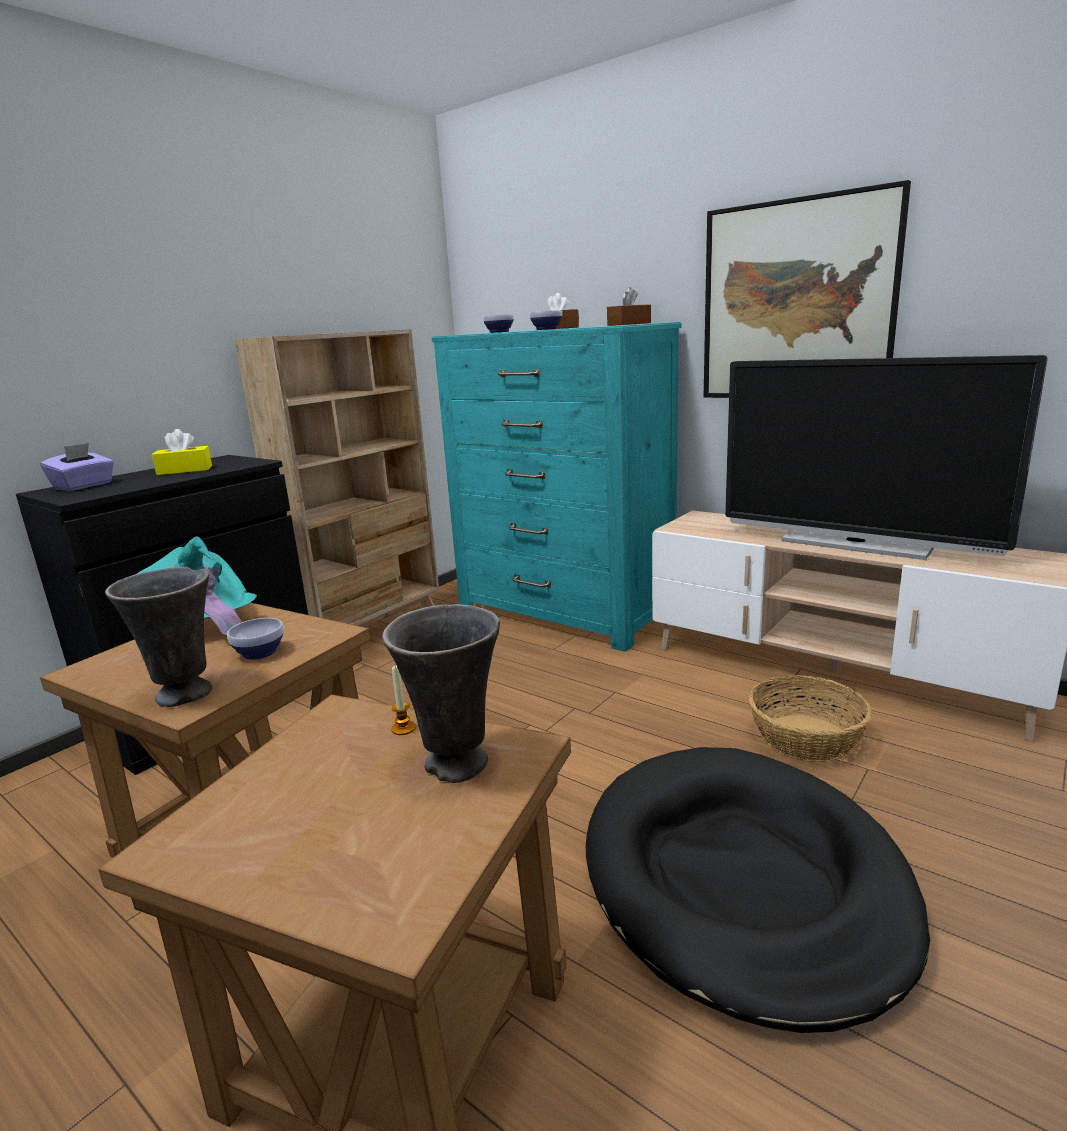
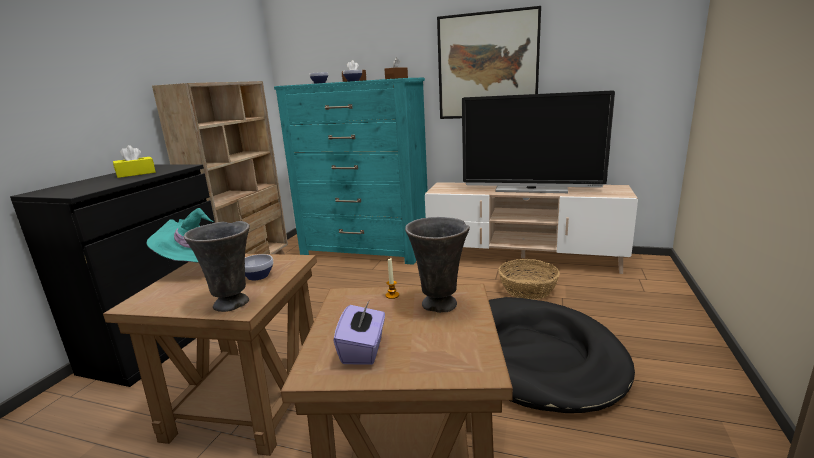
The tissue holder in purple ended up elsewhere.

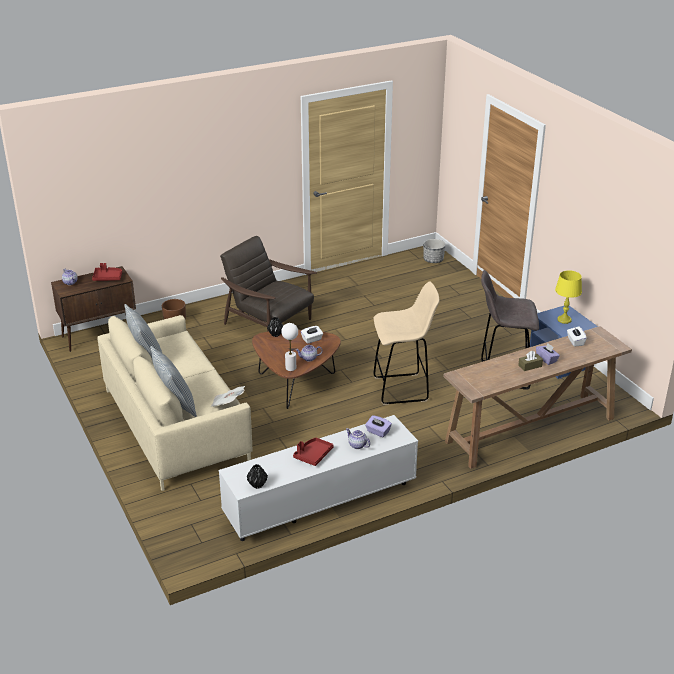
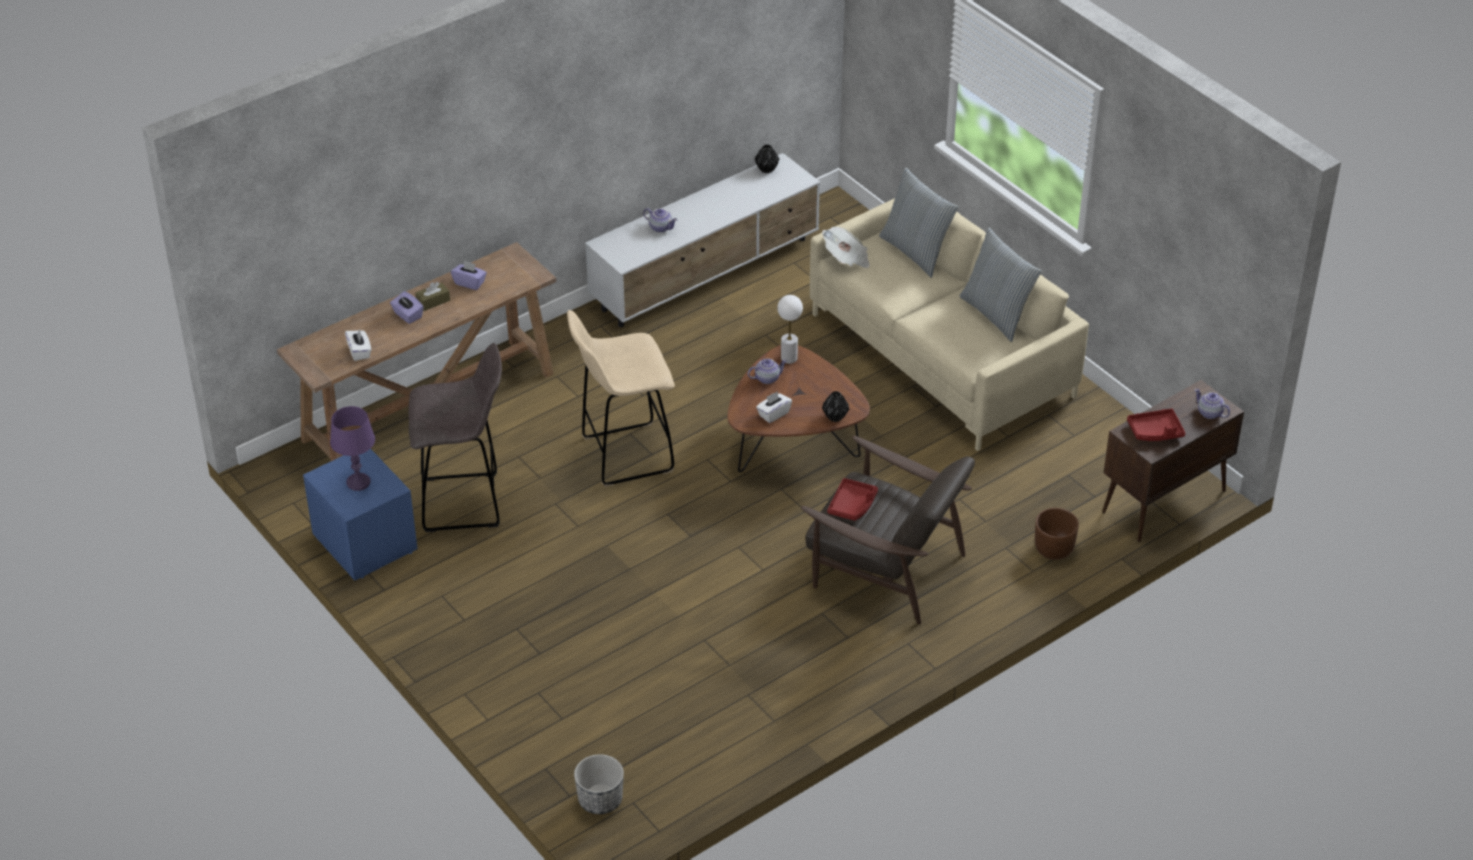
What was the table lamp in yellowish turned into the table lamp in purple.
The tissue holder in purple (1st from left in the first image) ended up elsewhere.
The tray in red (2nd from left in the first image) ended up elsewhere.

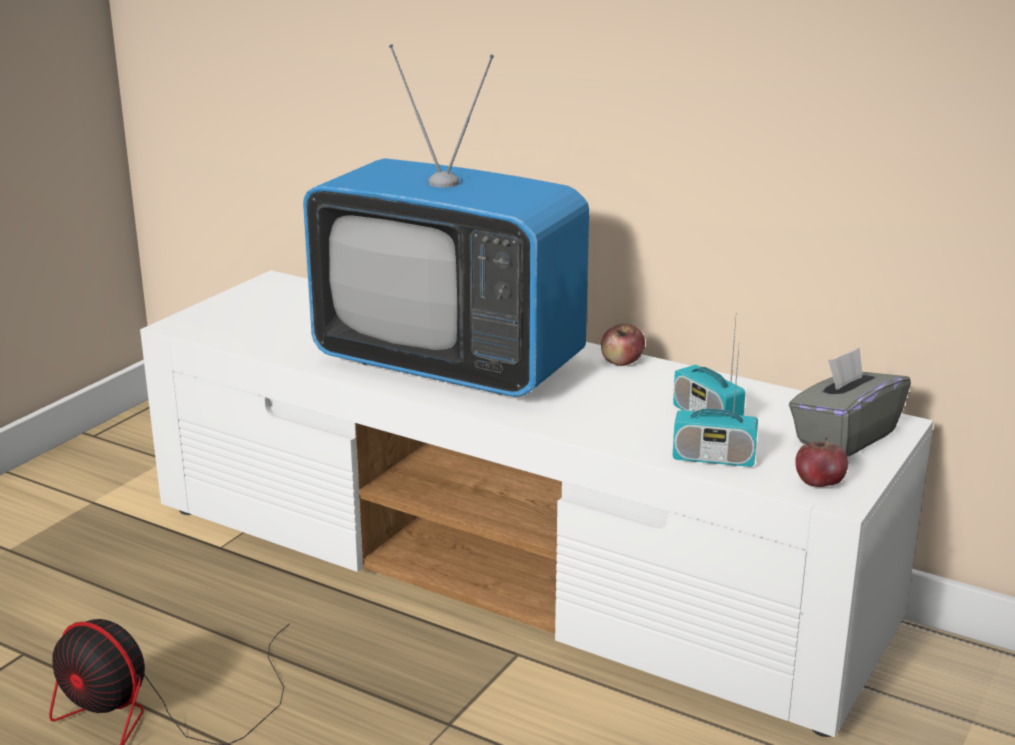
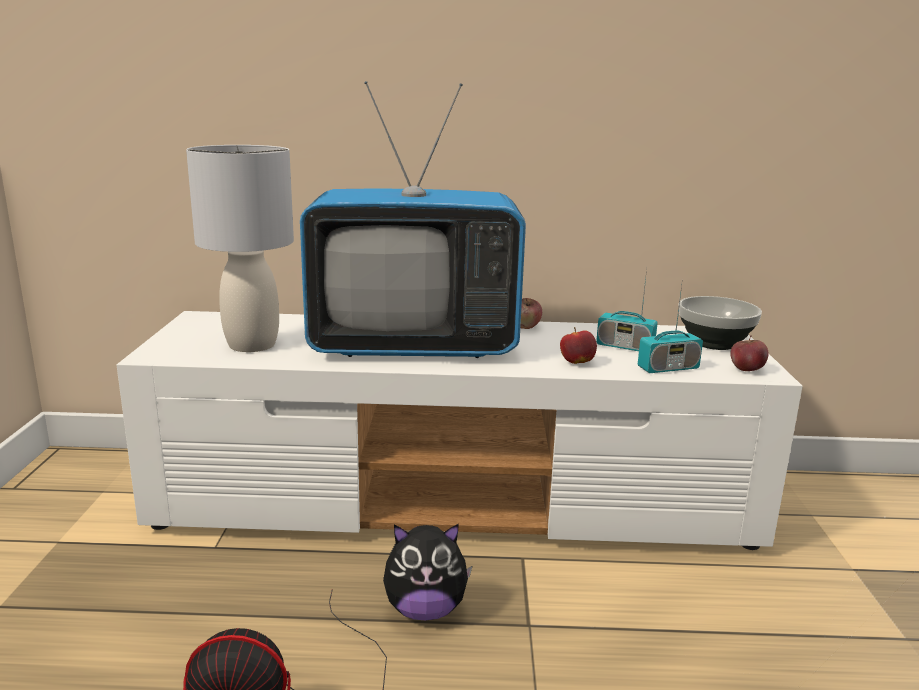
Where the tissue holder in grey stood, the serving bowl came to stand.
The second view gained the table lamp in grey.
The second view gained the whole apple (2nd from left).
The second view gained the soft toy.

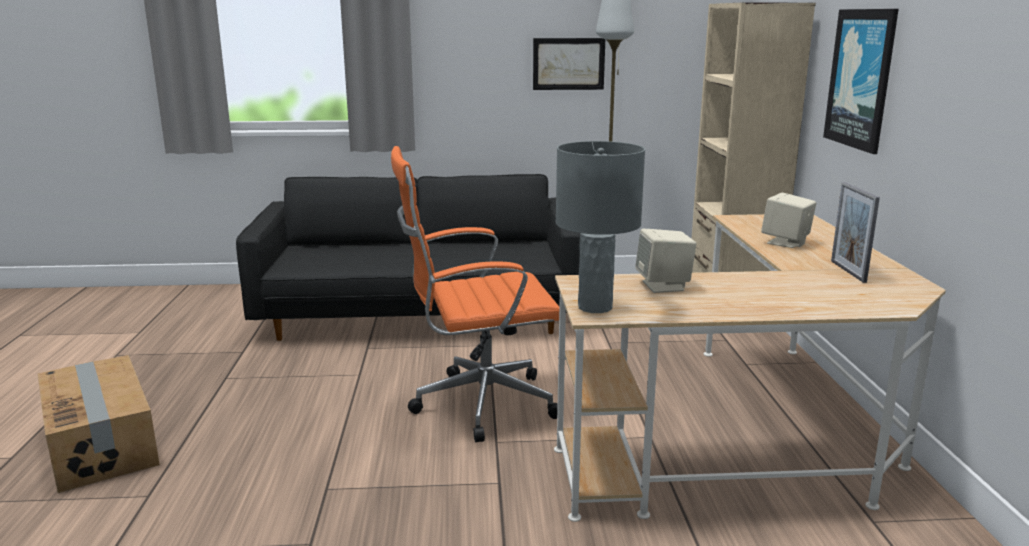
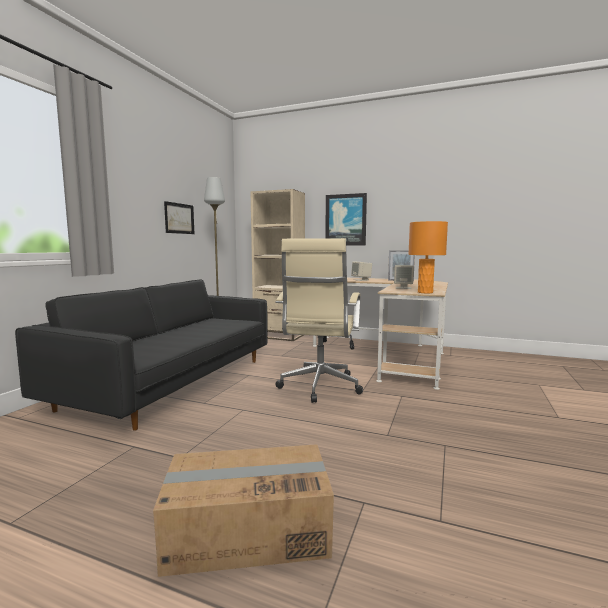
What was the table lamp in grey turned into the table lamp in orange-coloured.
What was the computer chair in orange-coloured turned into the computer chair in sand-coloured.

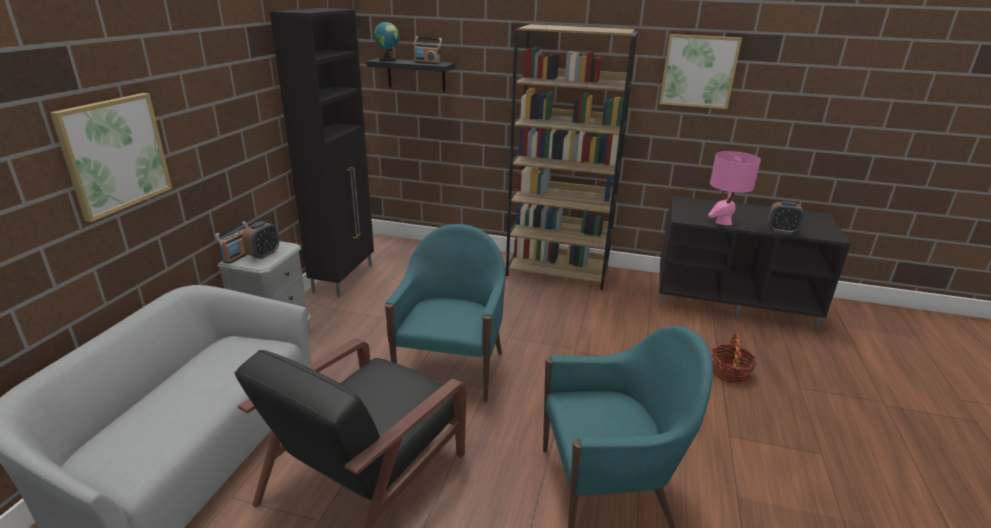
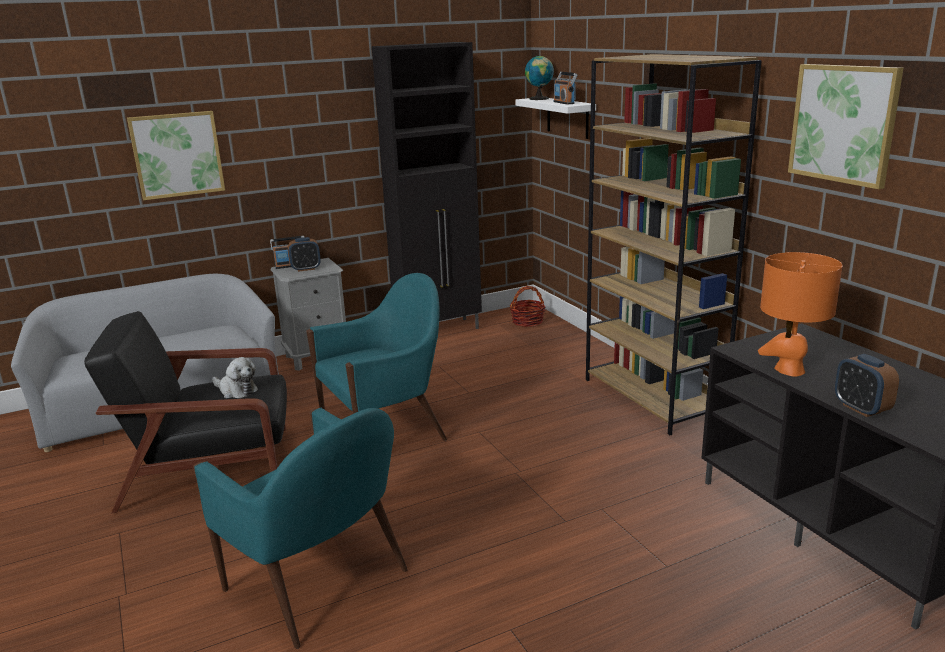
What was the wall shelf in black-coloured turned into the wall shelf in whitish.
What was the table lamp in pink-coloured turned into the table lamp in orange-coloured.
The storage basket ended up elsewhere.
The second view gained the soft toy.

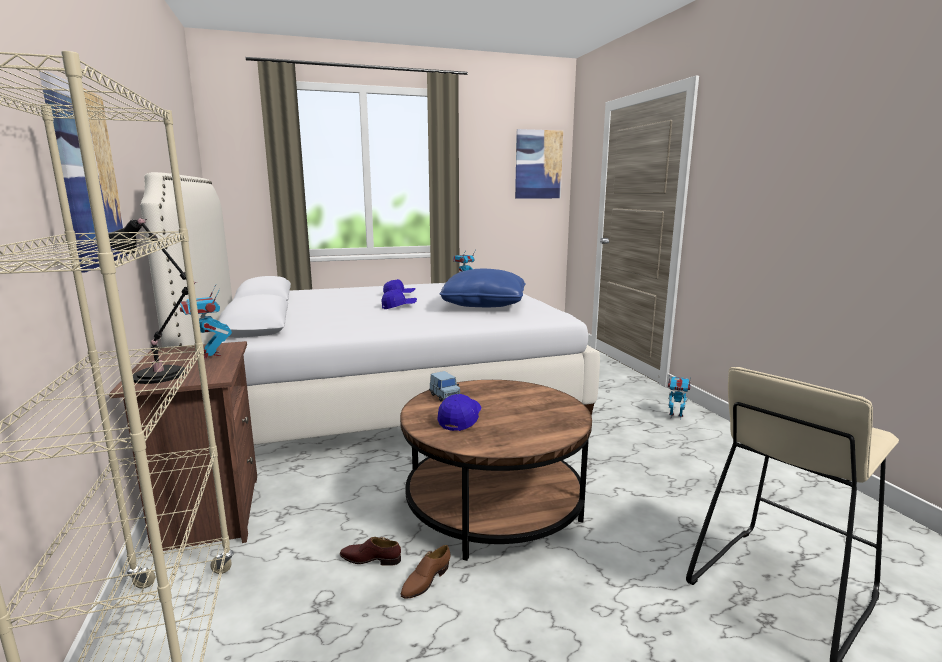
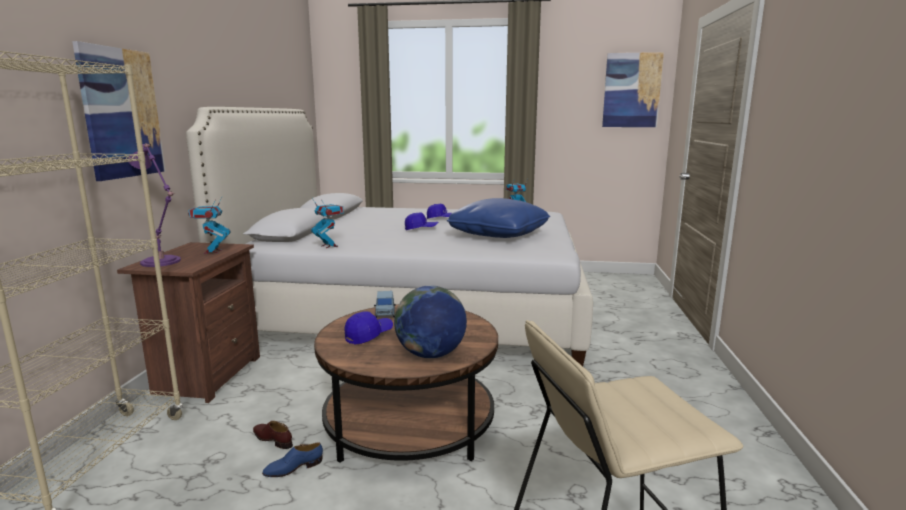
What was the table lamp in black-coloured turned into the table lamp in purple.
The robot figure (3rd from left in the first image) ended up elsewhere.
What was the shoe in brownish (2nd from left) turned into the shoe in bluish.
The second view gained the globe.

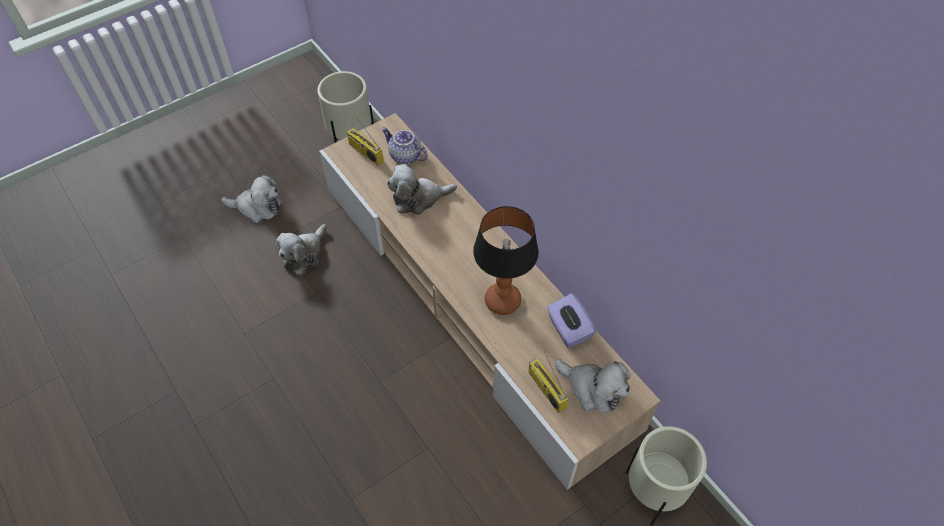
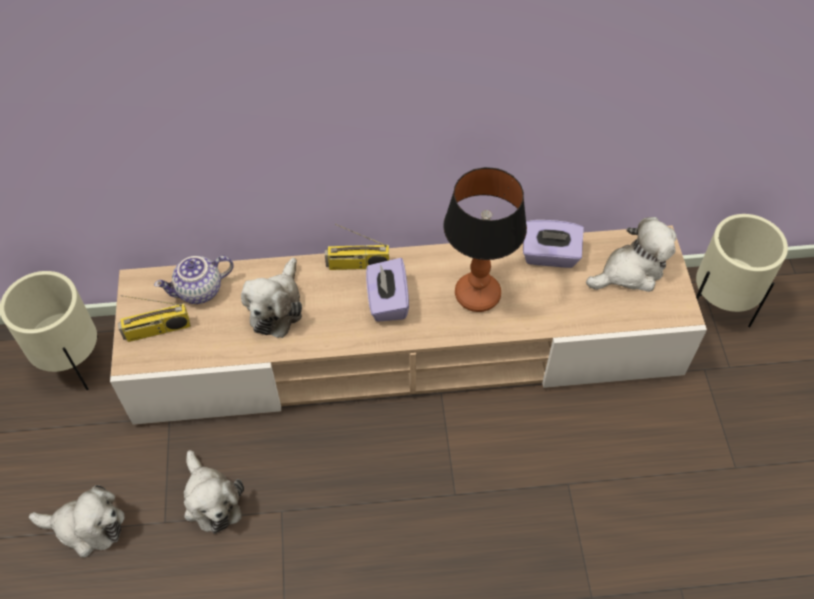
The soft toy (1st from left) ended up facing another way, 60 degrees clockwise from before.
The radio set (2nd from left) ended up elsewhere.
The second view gained the tissue holder in purple (1st from left).

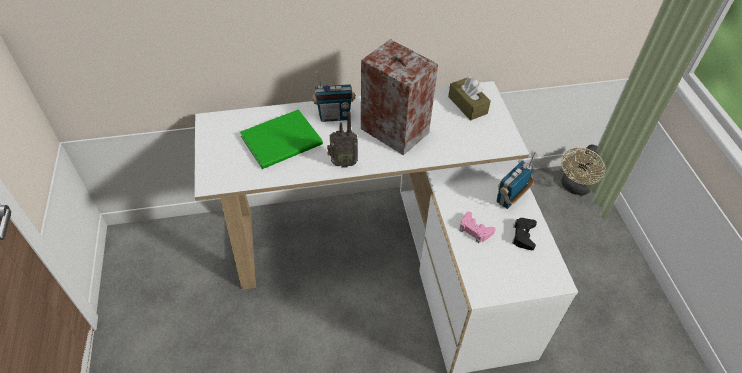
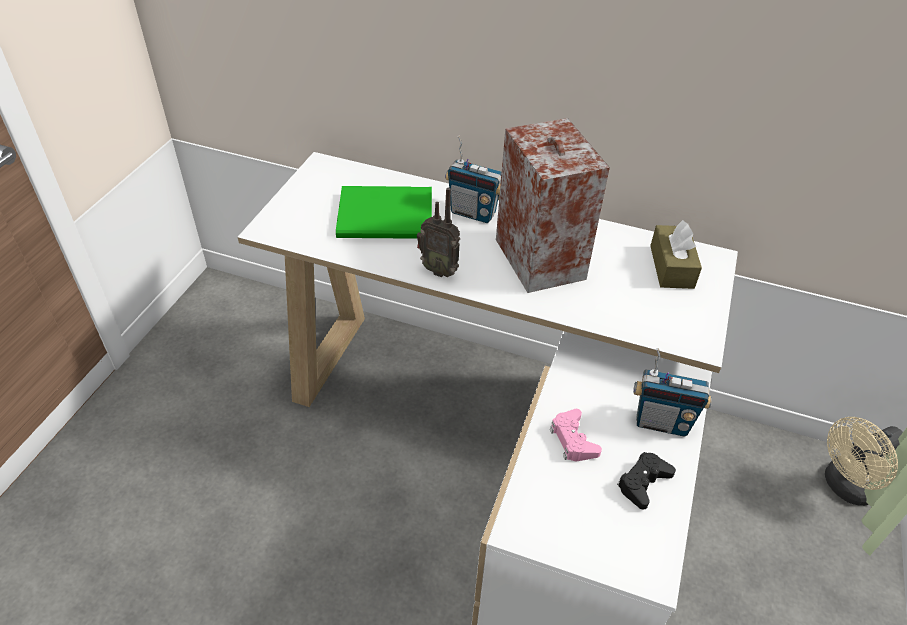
The radio set (3rd from left) ended up facing another way, 150 degrees counterclockwise from before.

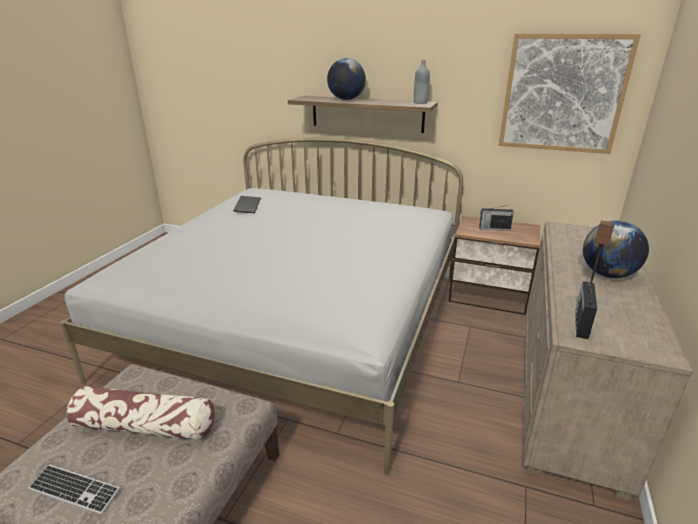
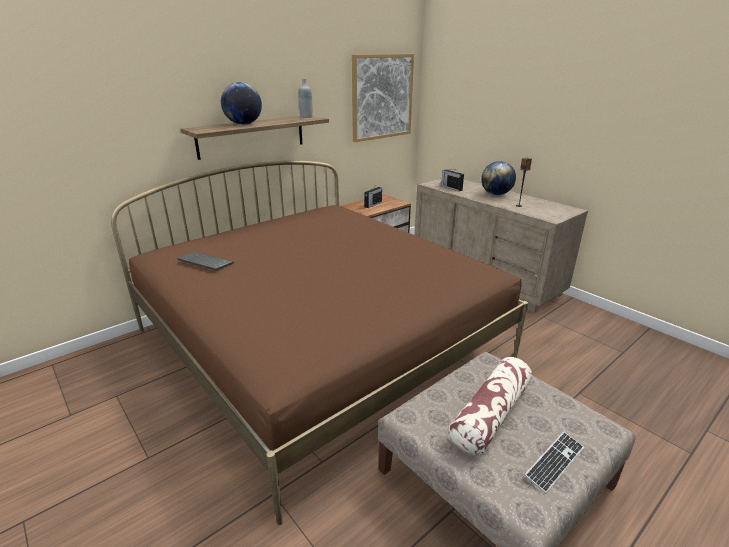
What was the bed in whitish turned into the bed in brownish.
The radio set (2nd from left) ended up elsewhere.

